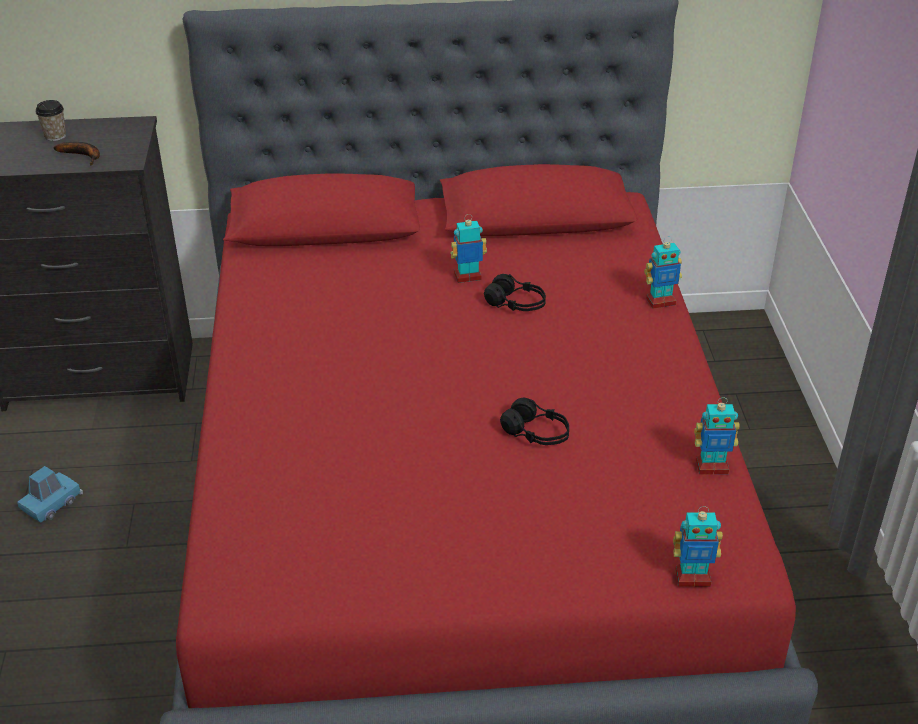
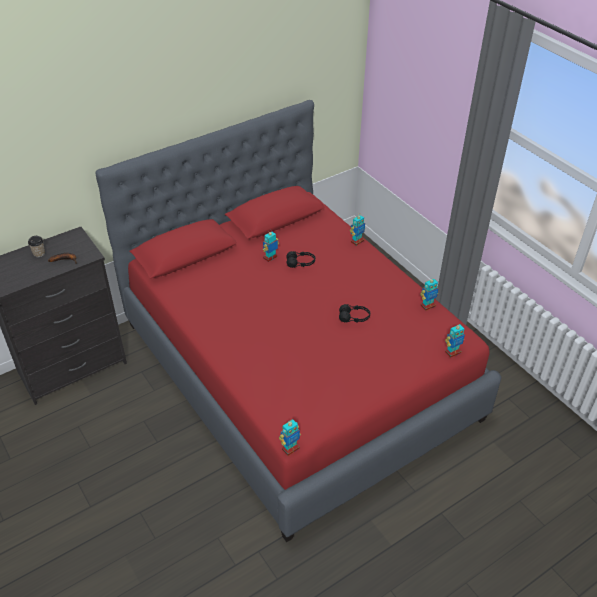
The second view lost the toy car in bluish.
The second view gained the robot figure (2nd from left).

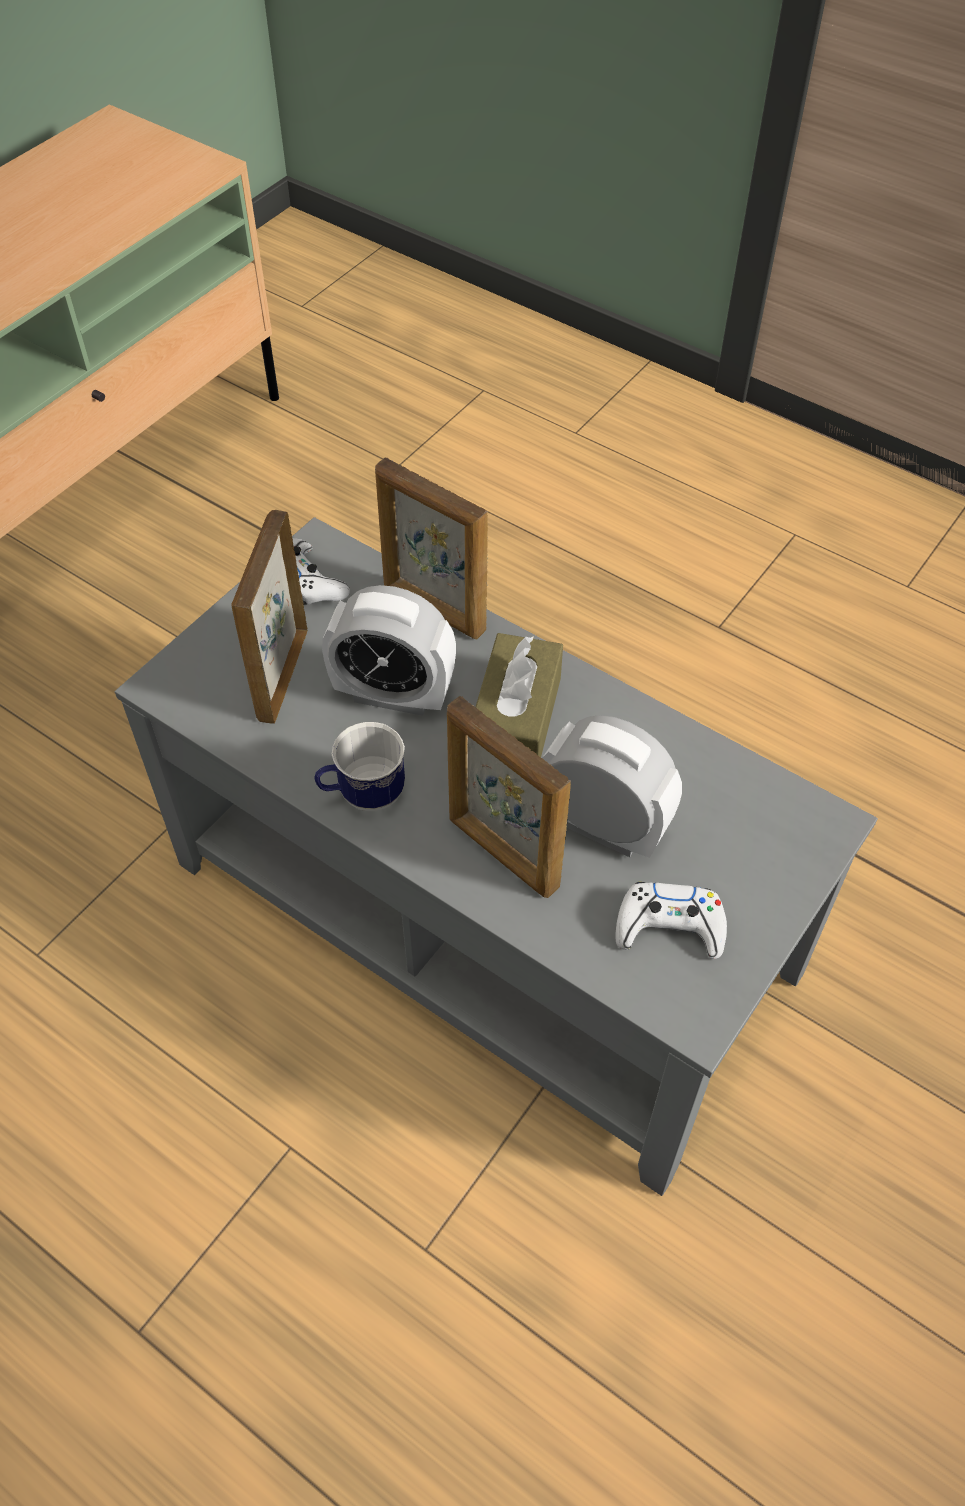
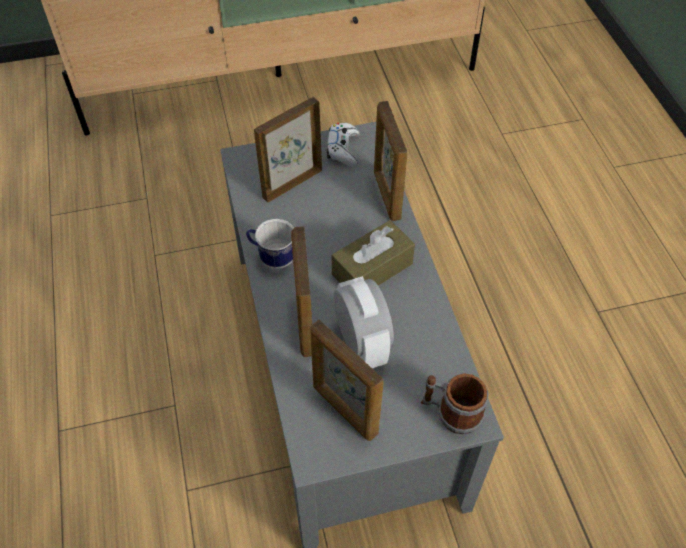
The second view lost the table clock (1st from left).
Where the game controller in whitish (2nd from left) stood, the picture frame (3rd from left) came to stand.
The second view gained the mug (2nd from left).

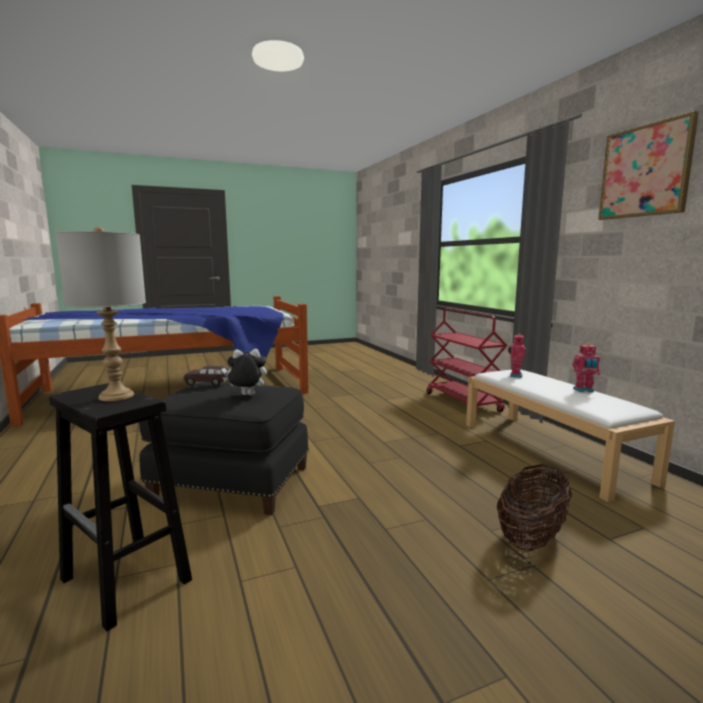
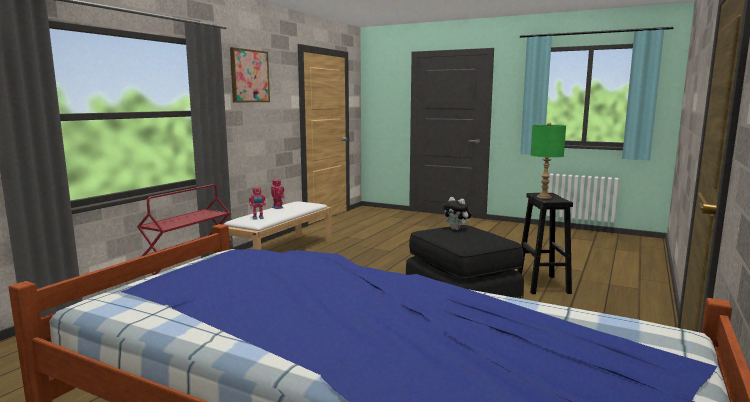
What was the table lamp in grey turned into the table lamp in greenish.
The second view lost the toy car in brownish.
The second view lost the storage basket.

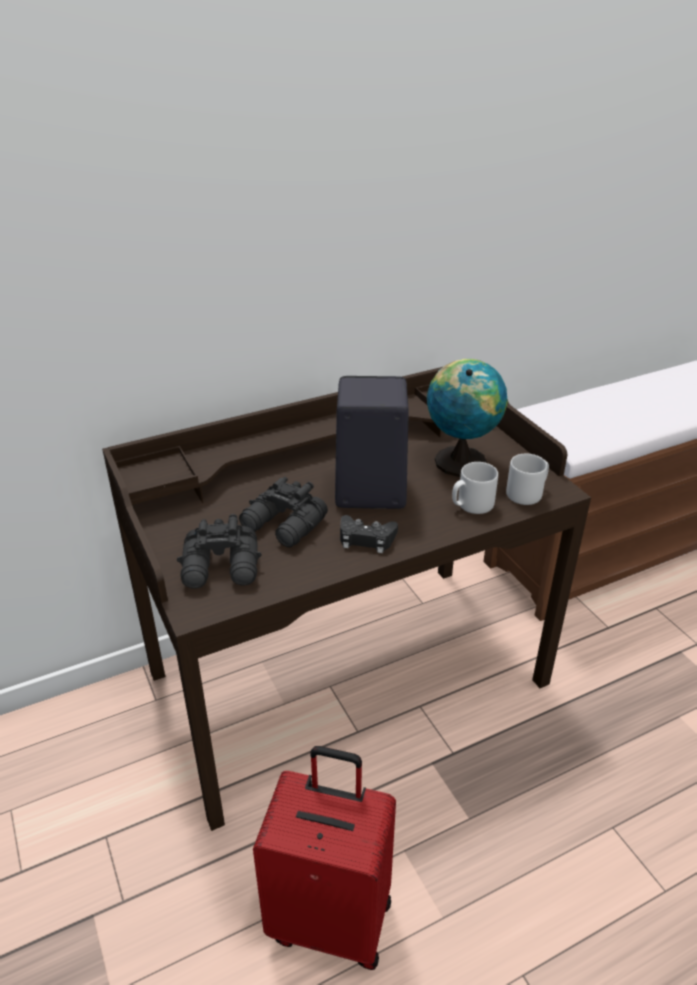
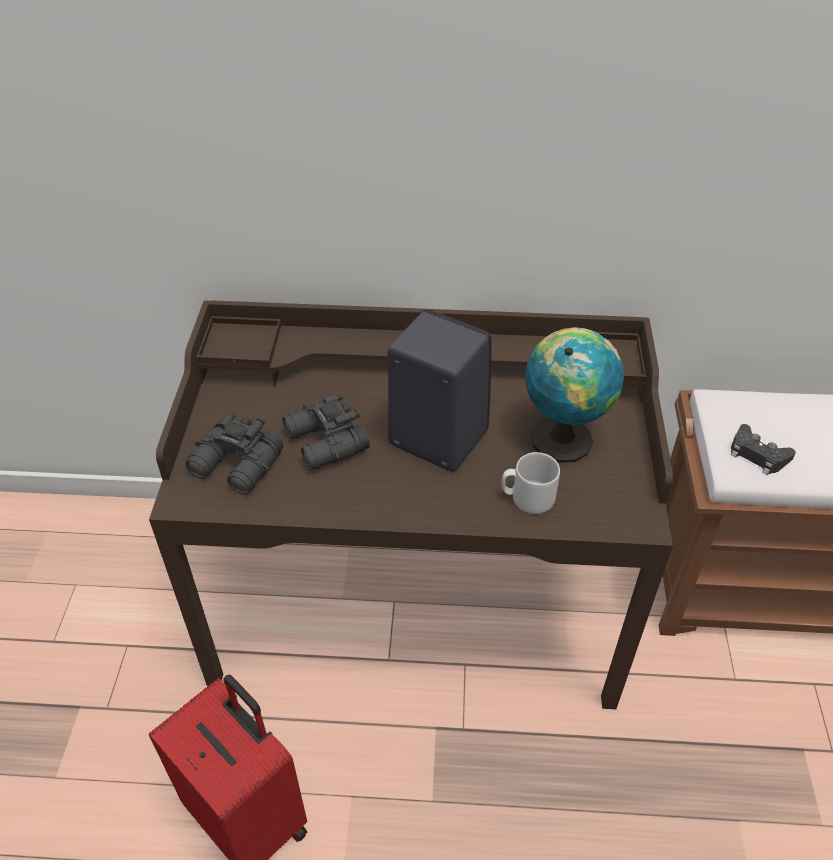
The second view lost the mug in grey (2nd from left).
The game controller in black-coloured ended up elsewhere.

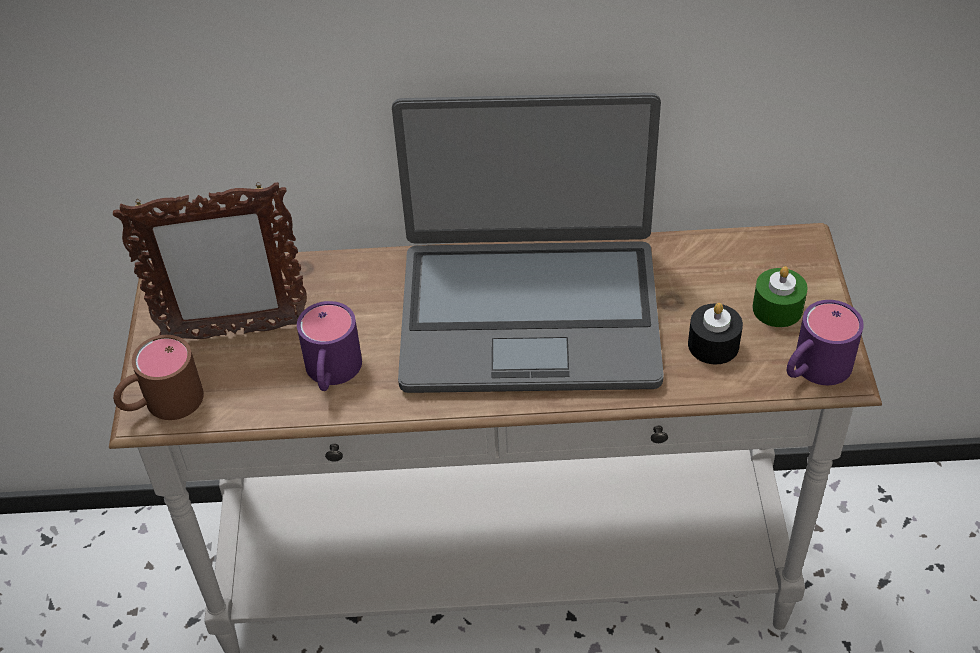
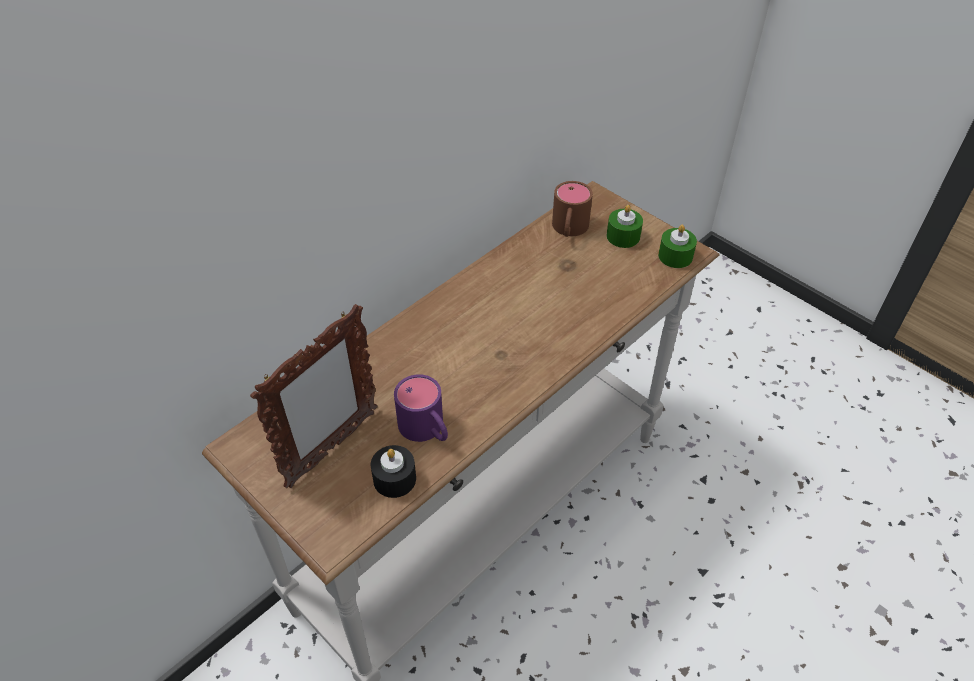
The second view lost the portable computer.
Where the mug in purple (2nd from left) stood, the wax light in greenish (2nd from left) came to stand.
The wax light in black-coloured ended up elsewhere.
The mug in brownish ended up elsewhere.

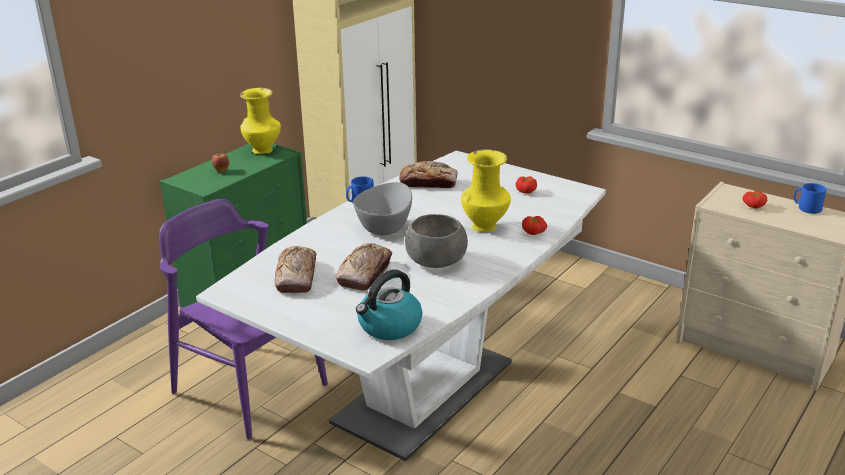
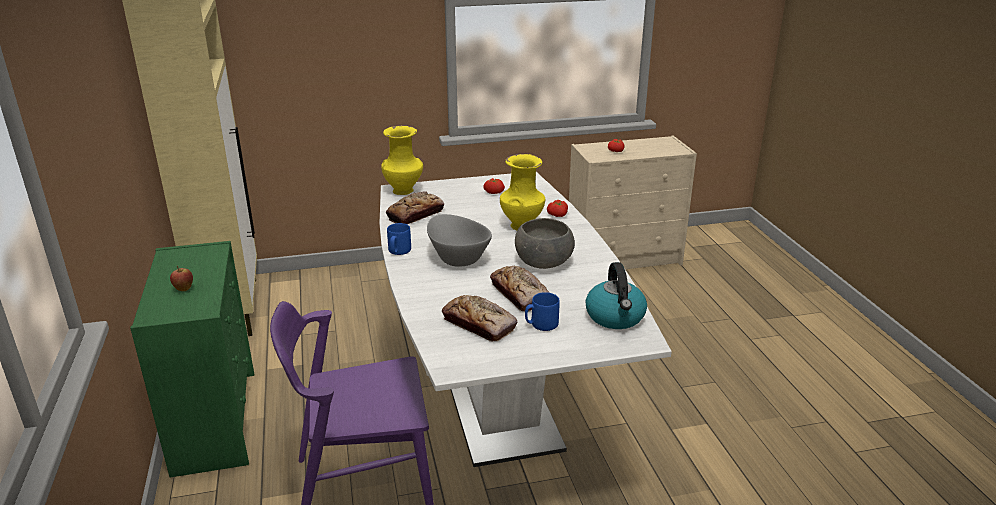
The vase in yellowish (1st from left) ended up elsewhere.
The mug in bluish (2nd from left) ended up elsewhere.

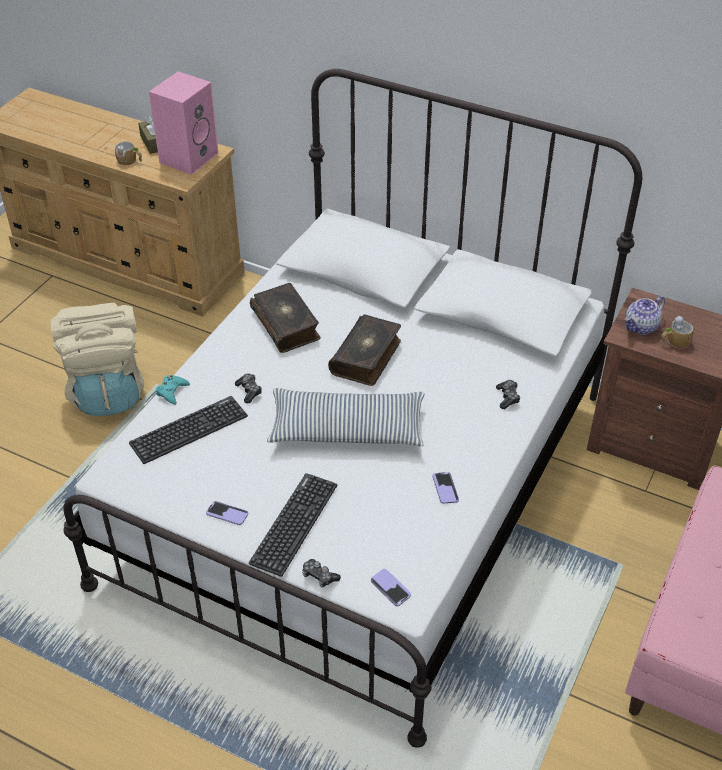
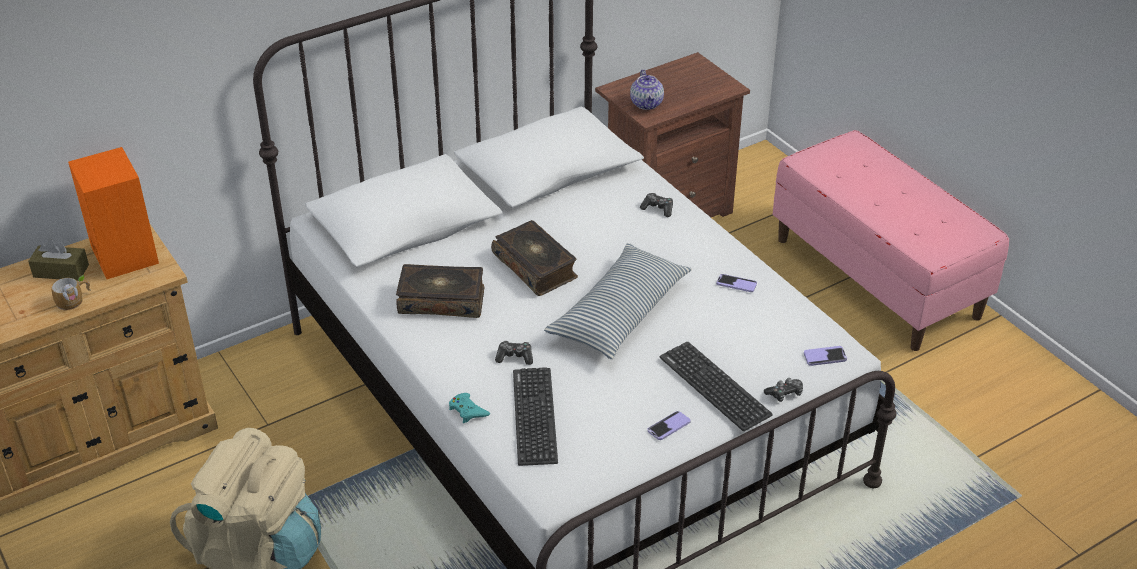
What was the speaker in pink-coloured turned into the speaker in orange-coloured.
The second view lost the mug (2nd from left).

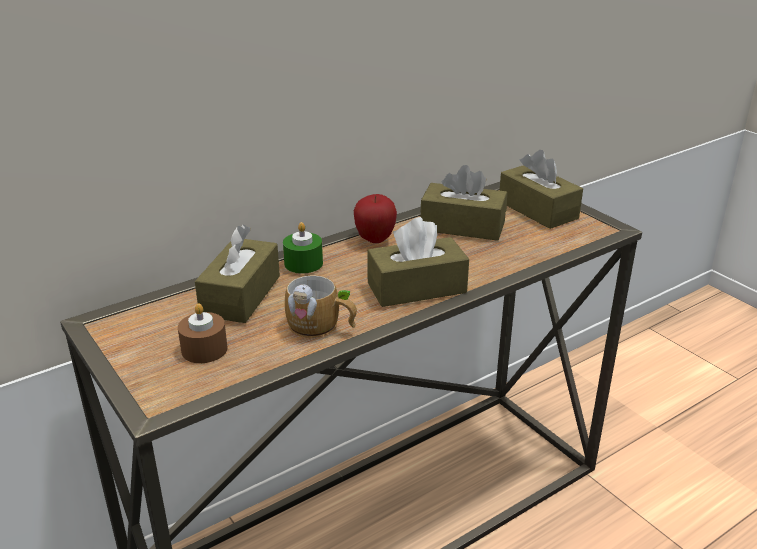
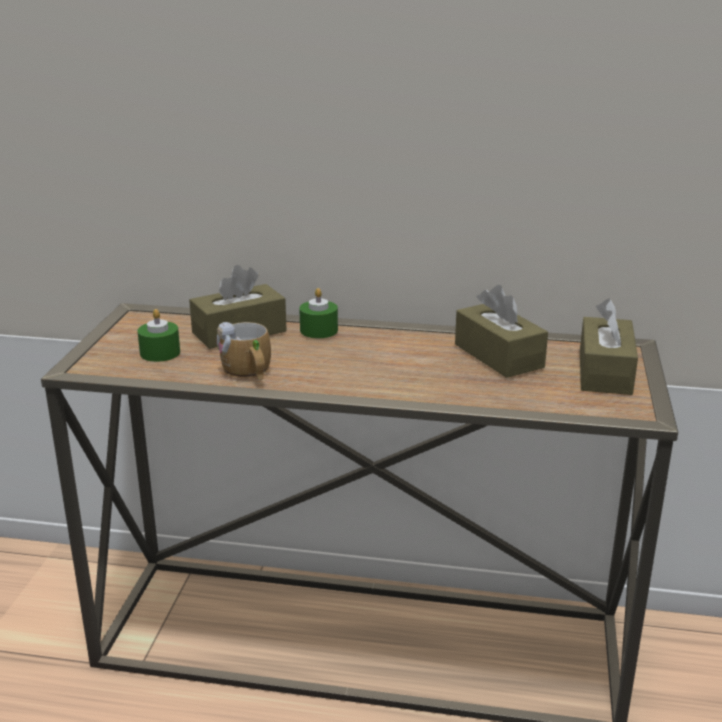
The second view lost the whole apple.
The second view lost the tissue holder in brownish (2nd from left).
What was the wax light in brownish turned into the wax light in greenish (1st from left).

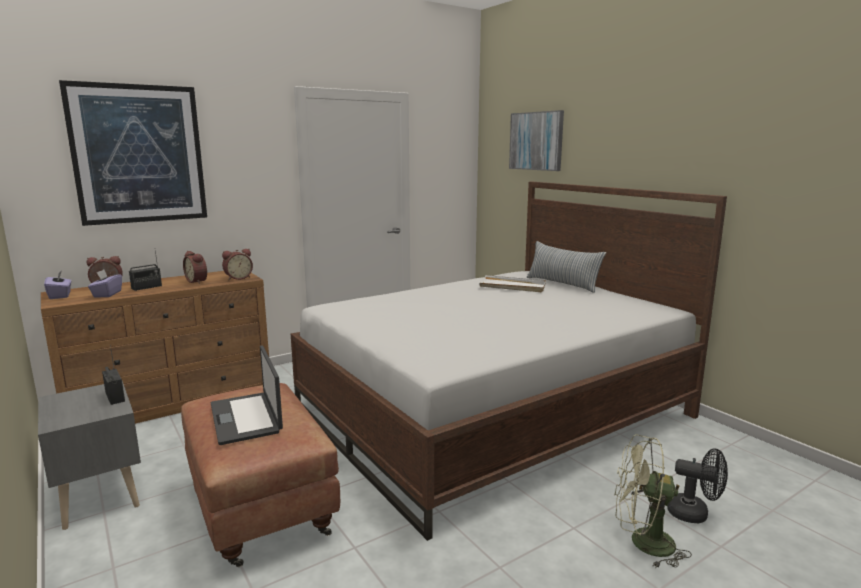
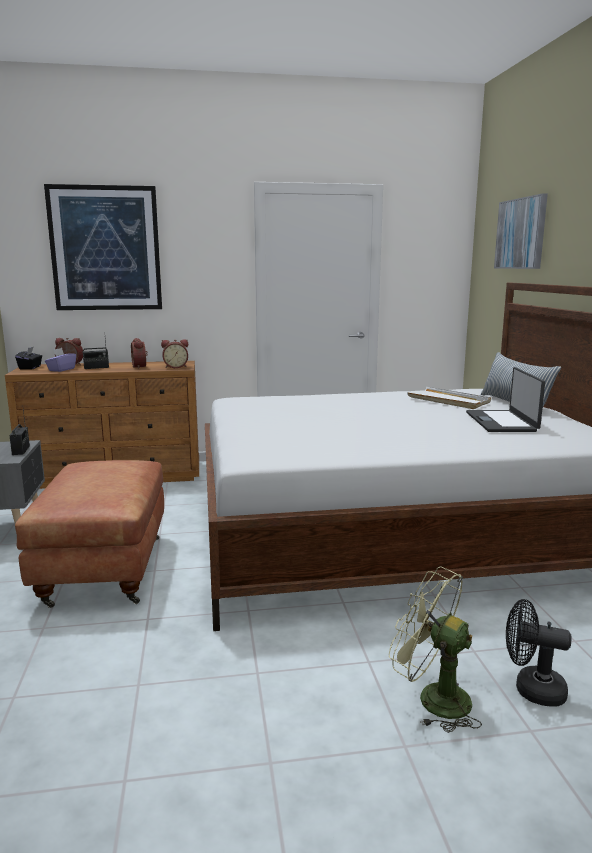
What was the tissue holder in purple (1st from left) turned into the tissue holder in black-coloured.
The portable computer ended up elsewhere.
The fan in black-coloured ended up facing another way, 150 degrees clockwise from before.

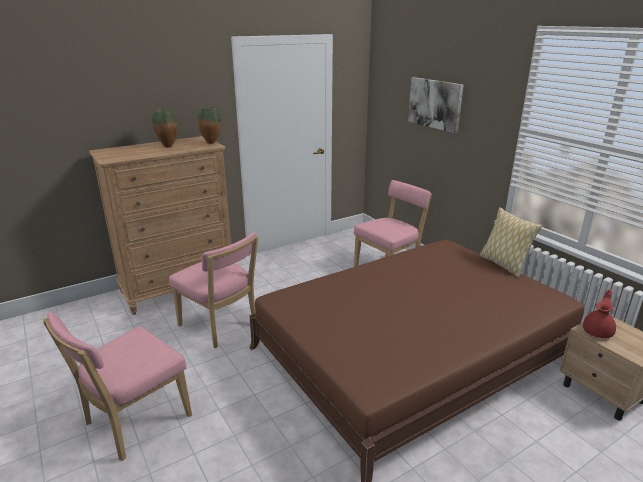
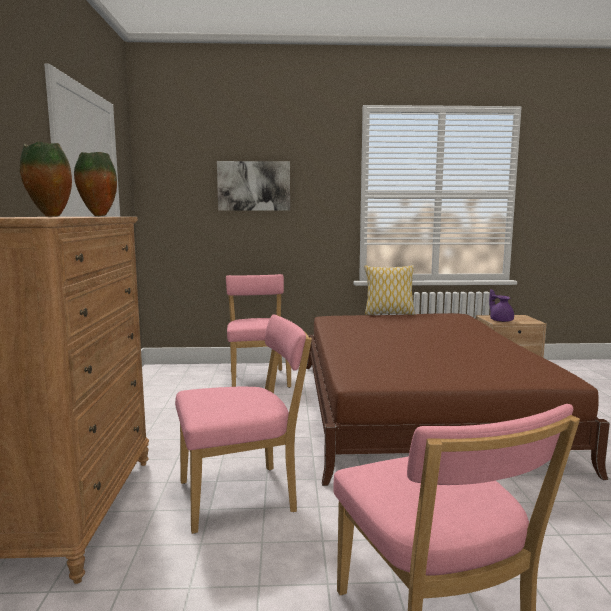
What was the pot for tea in red turned into the pot for tea in purple.

